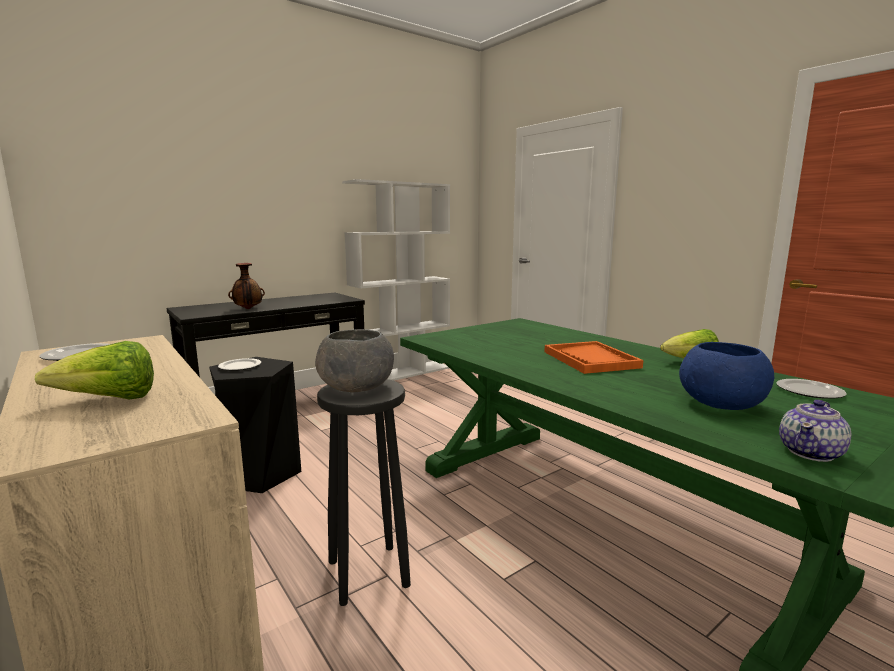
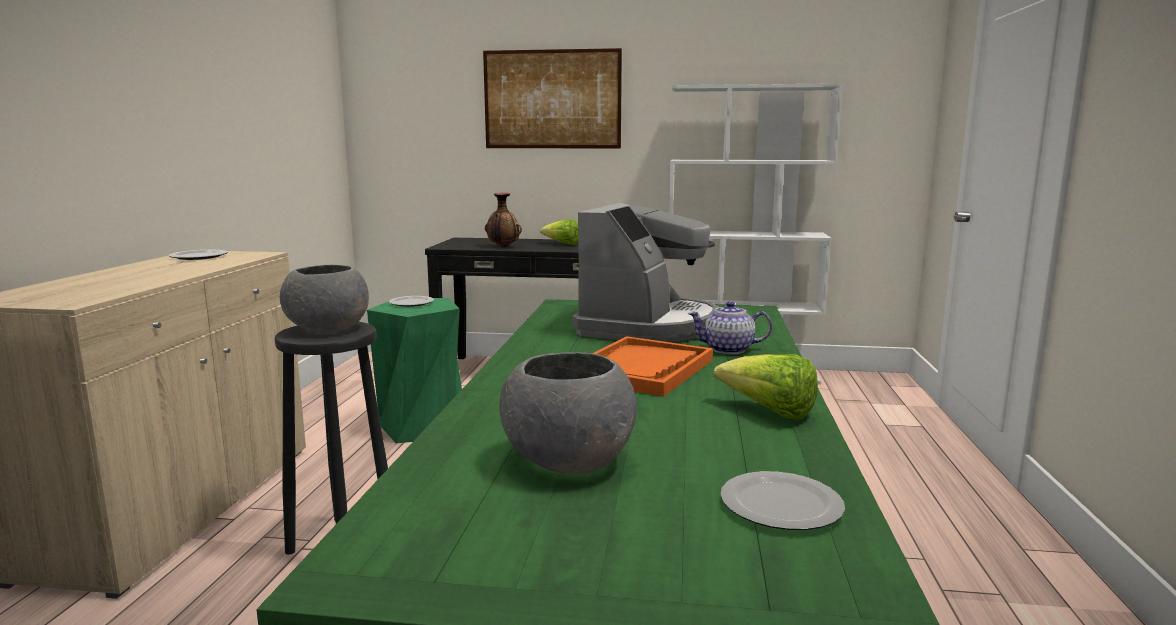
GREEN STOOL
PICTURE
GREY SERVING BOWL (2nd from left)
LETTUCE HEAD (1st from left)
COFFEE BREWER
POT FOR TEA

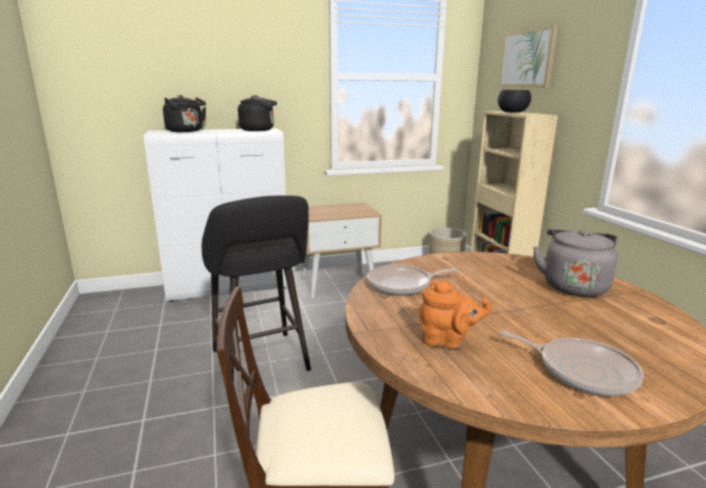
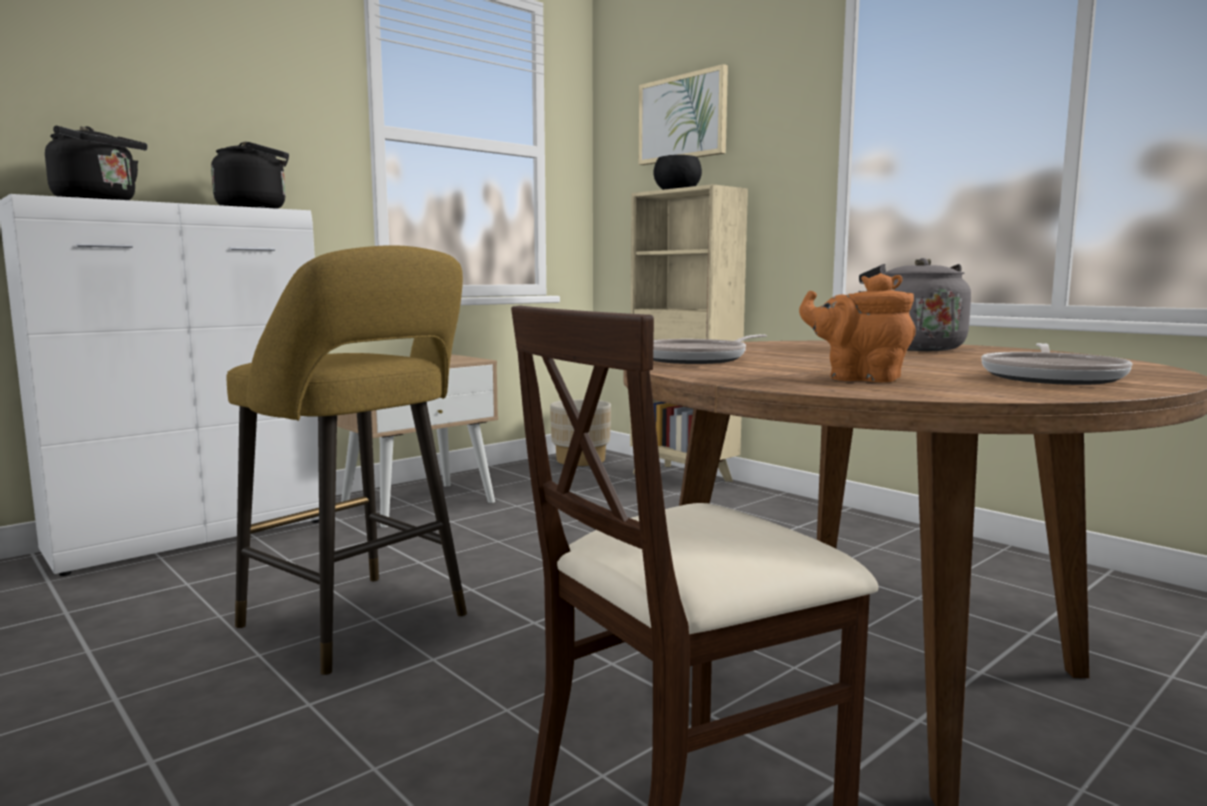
YELLOWISH STOOL
ORANGE POT FOR TEA
FRYING PAN (2nd from left)

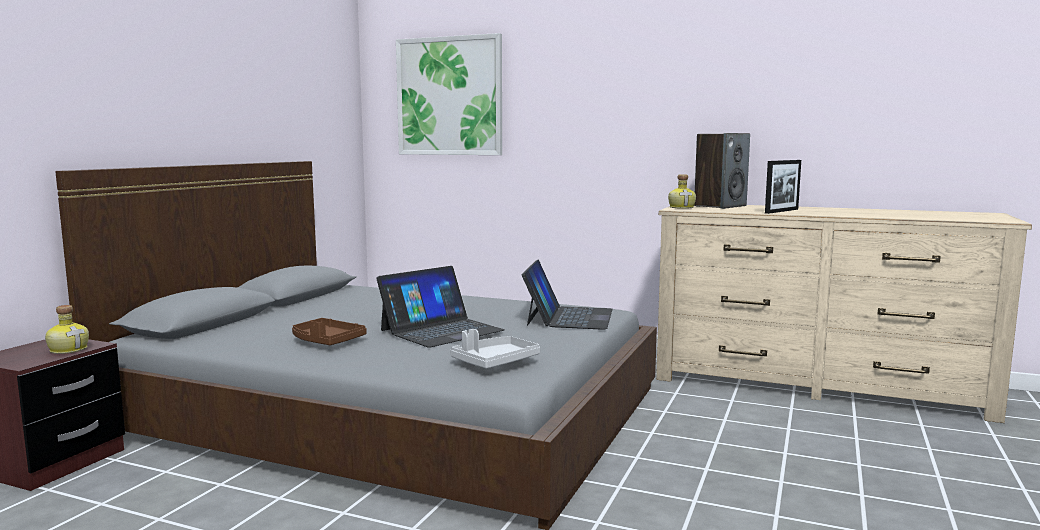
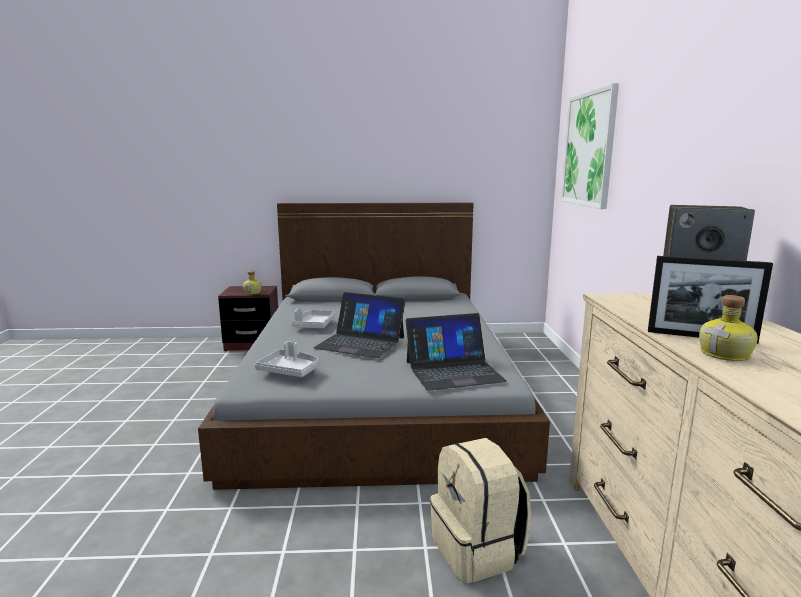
GREY TRAY (2nd from left)
SAND-COLOURED KNAPSACK
DRINK BOTTLE (2nd from left)

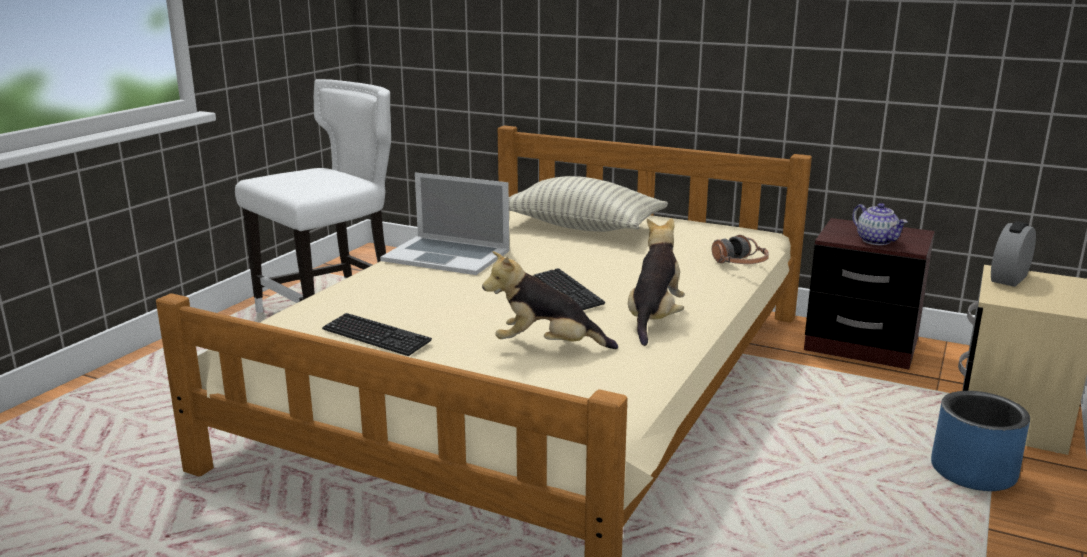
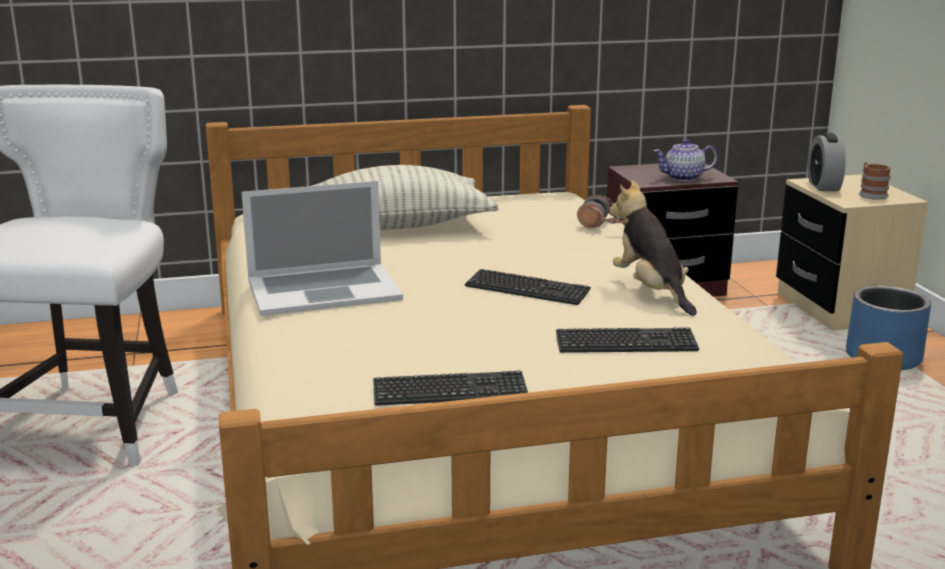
COMPUTER KEYBOARD (3rd from left)
POT FOR TEA
MUG

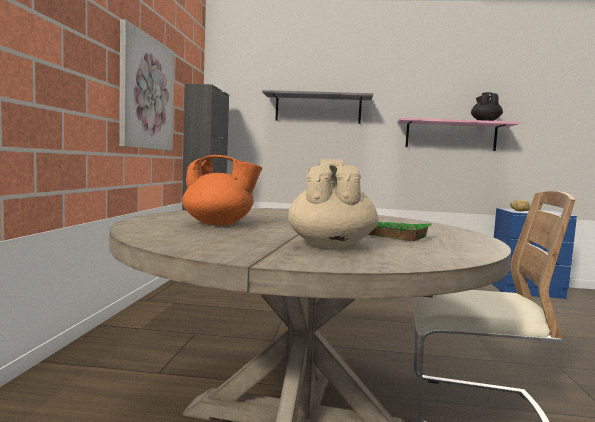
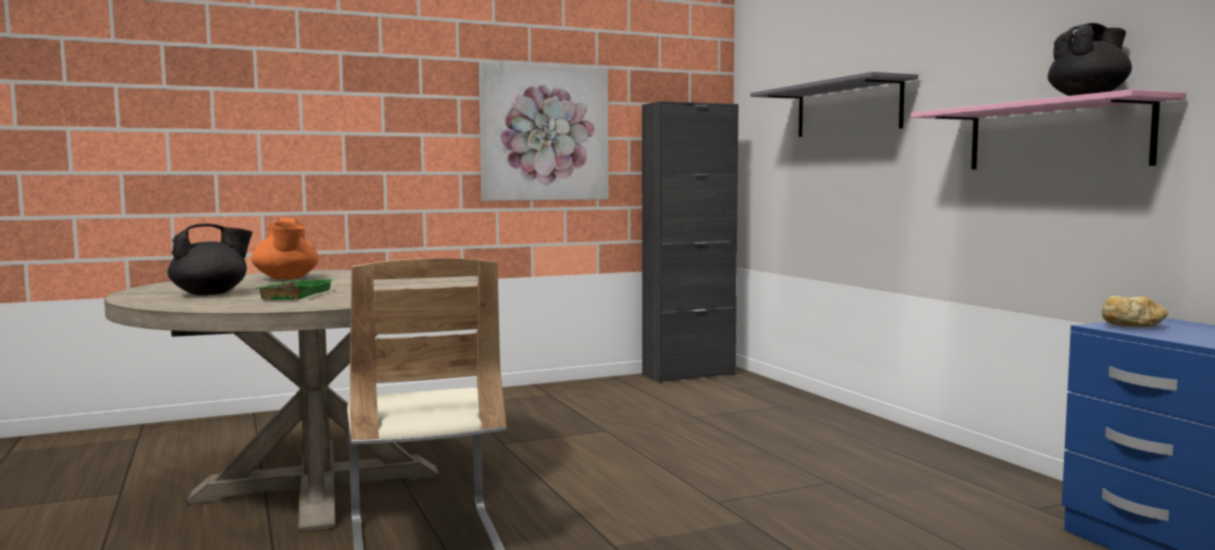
BLACKISH POT FOR TEA (1st from left)

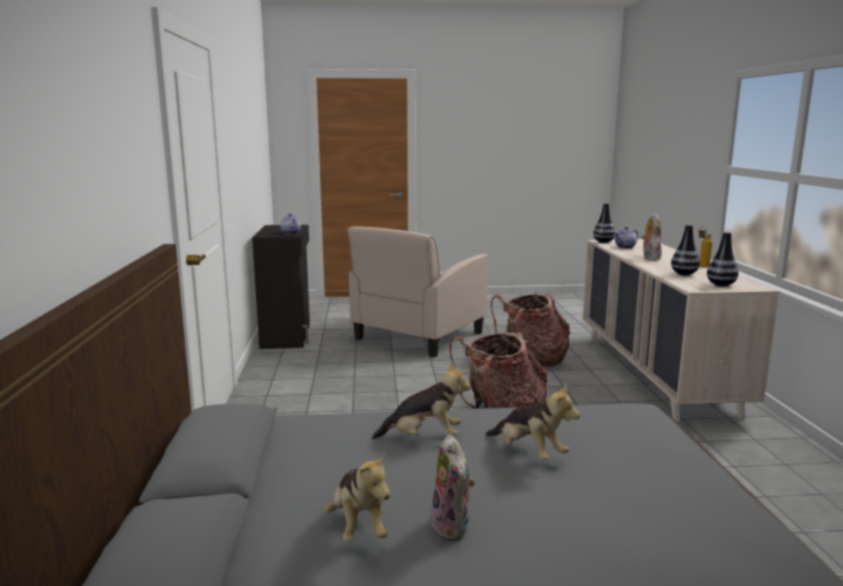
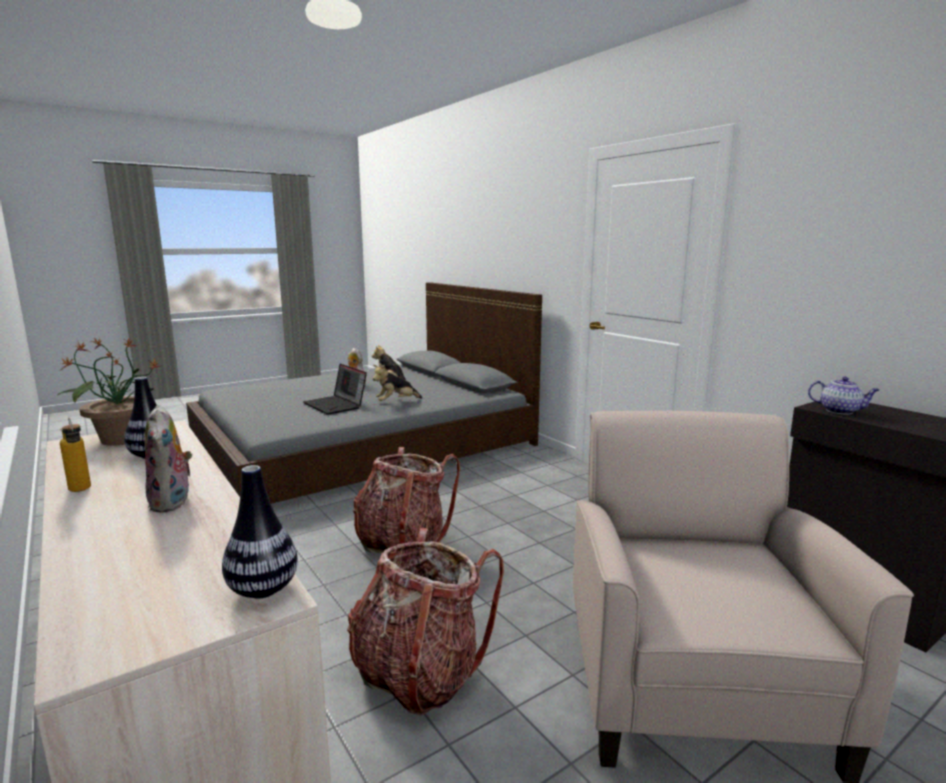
POTTED PLANT
PORTABLE COMPUTER
POT FOR TEA (2nd from left in the first image)

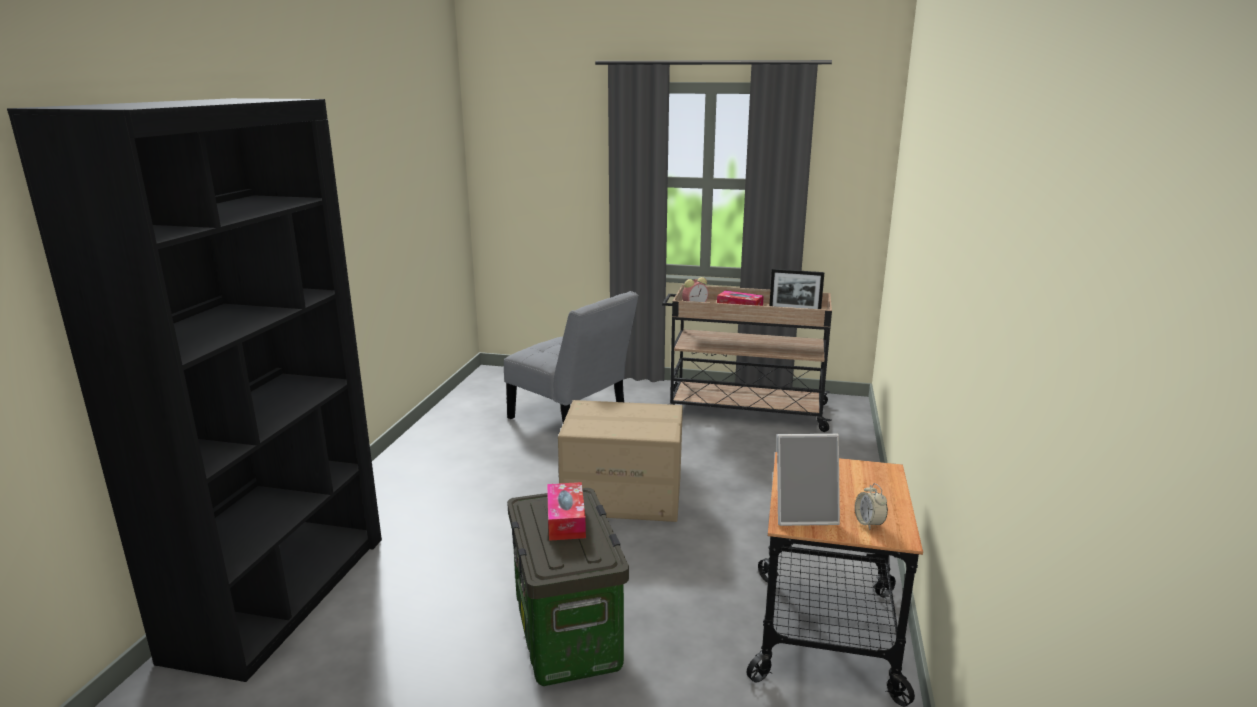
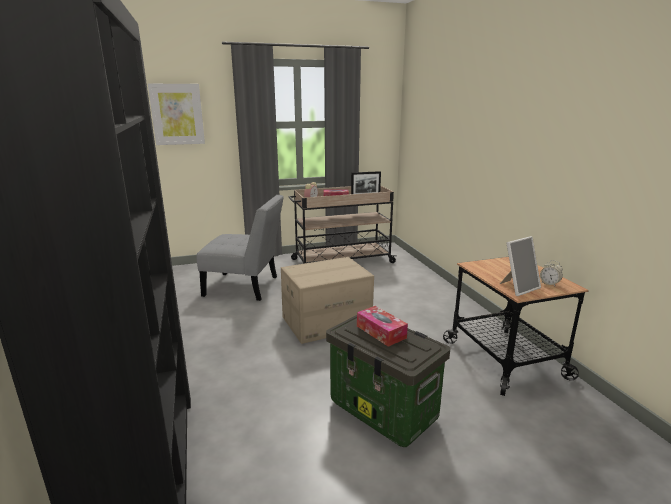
PICTURE

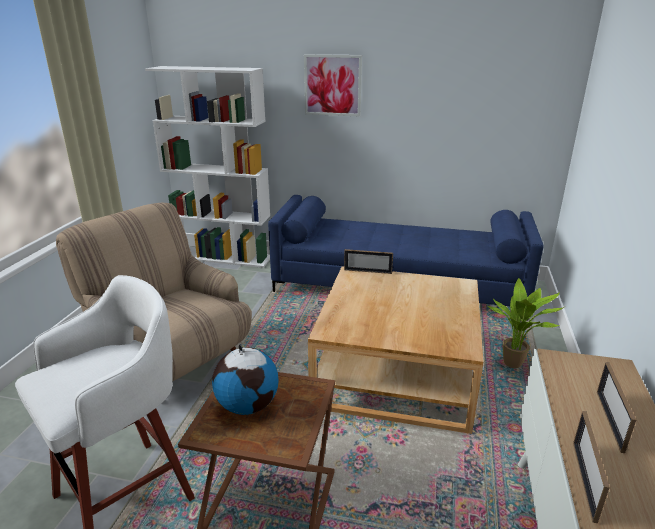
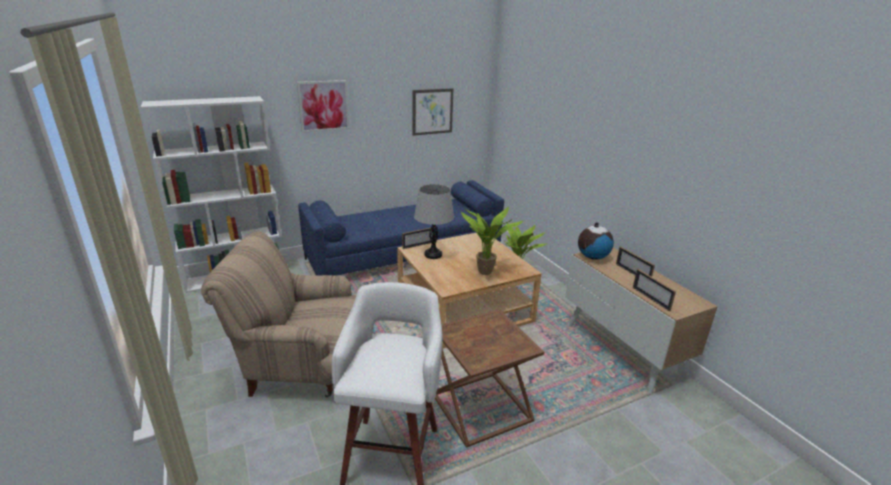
PICTURE (2nd from left)
GREY TABLETOP LAMP
POTTED PLANT (1st from left)
GLOBE

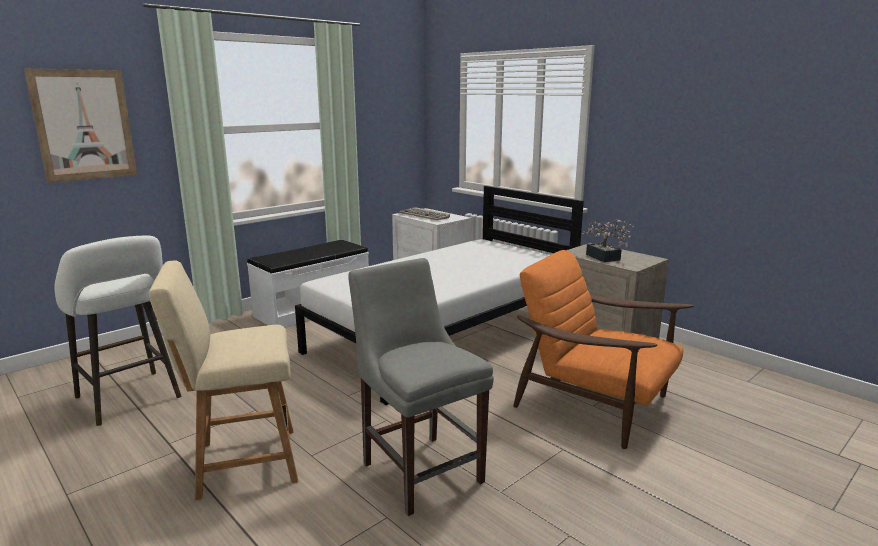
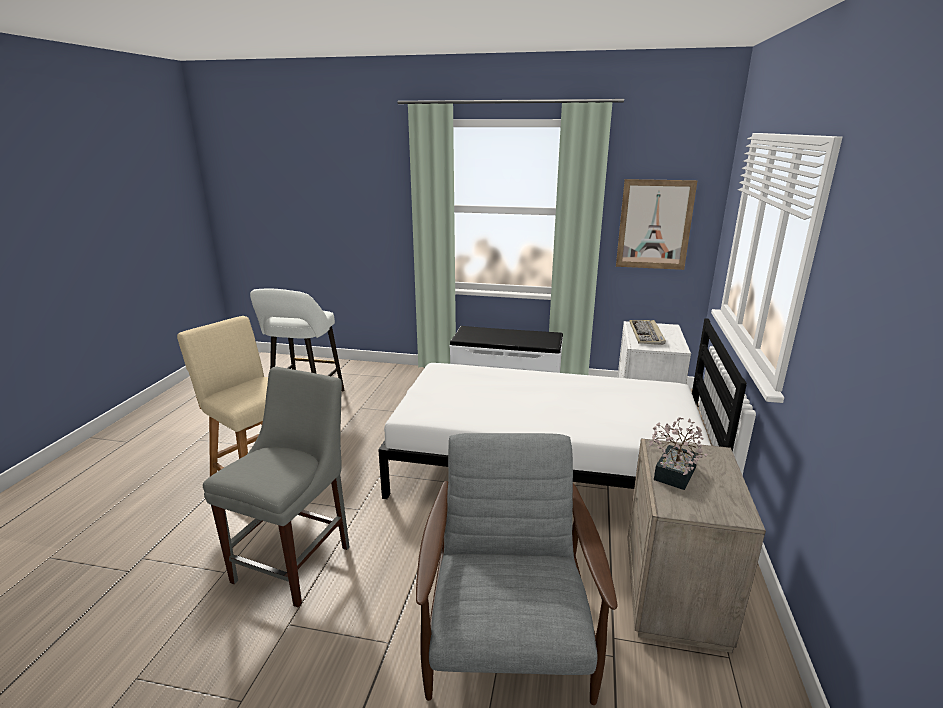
GREY LOUNGE CHAIR
PICTURE

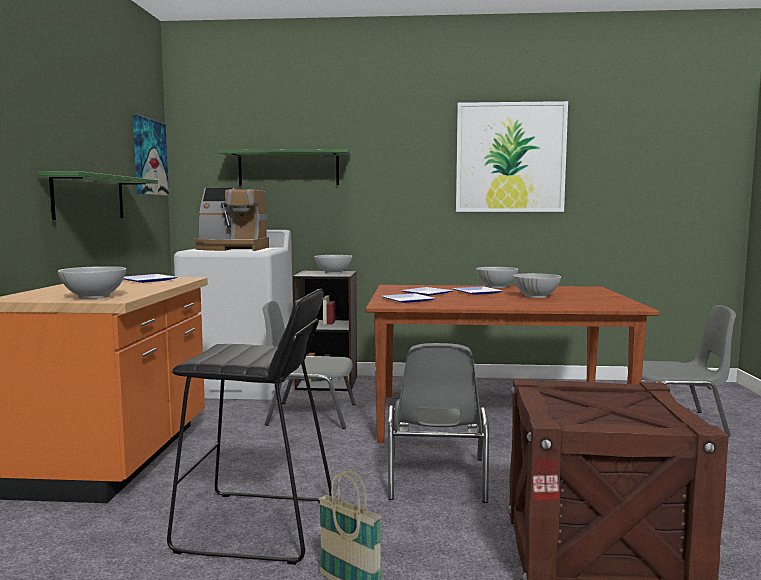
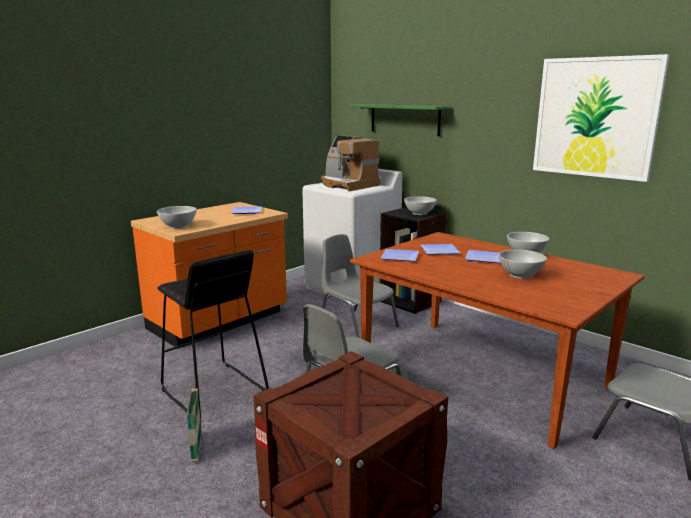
GREEN SHELF (1st from left in the first image)
PICTURE (1st from left in the first image)

